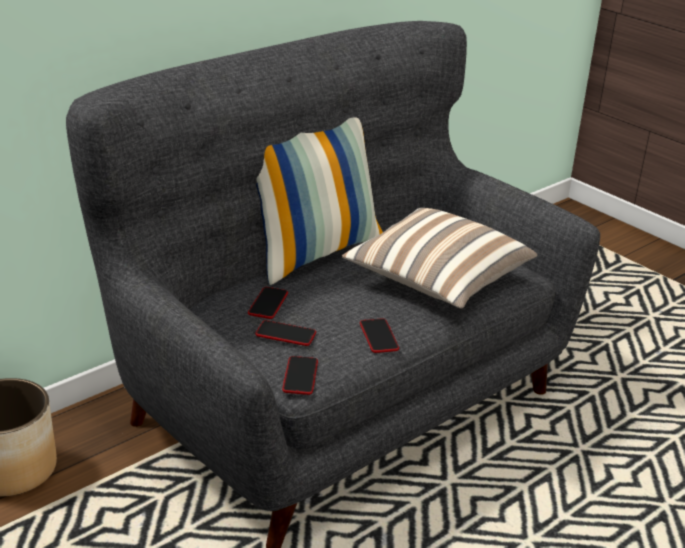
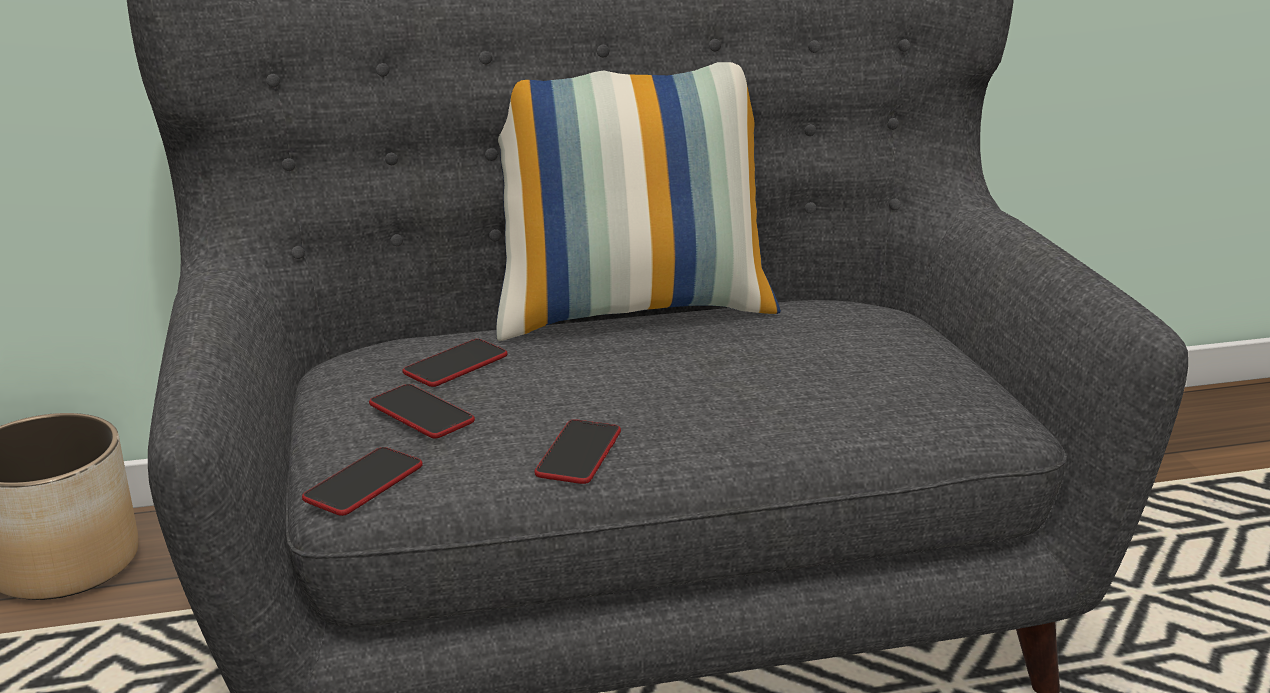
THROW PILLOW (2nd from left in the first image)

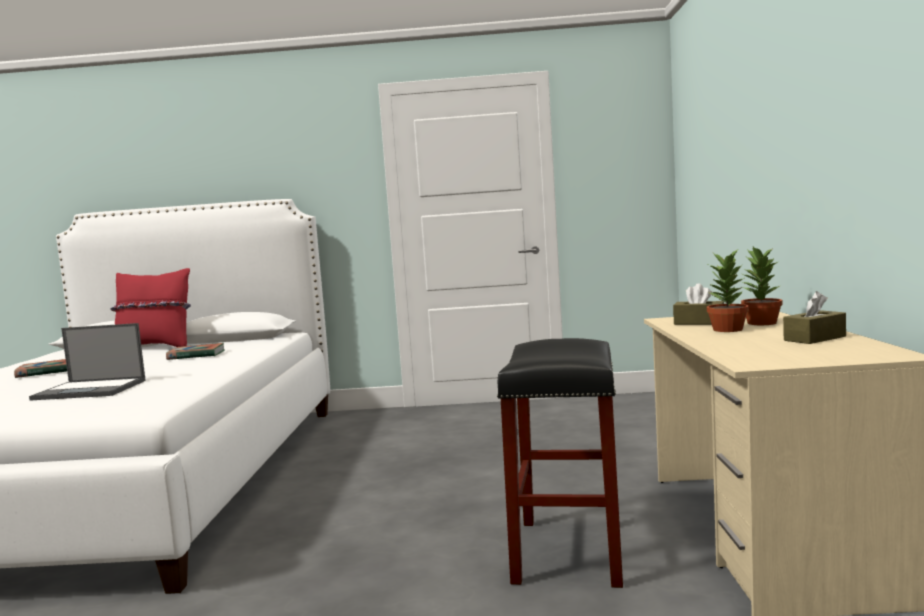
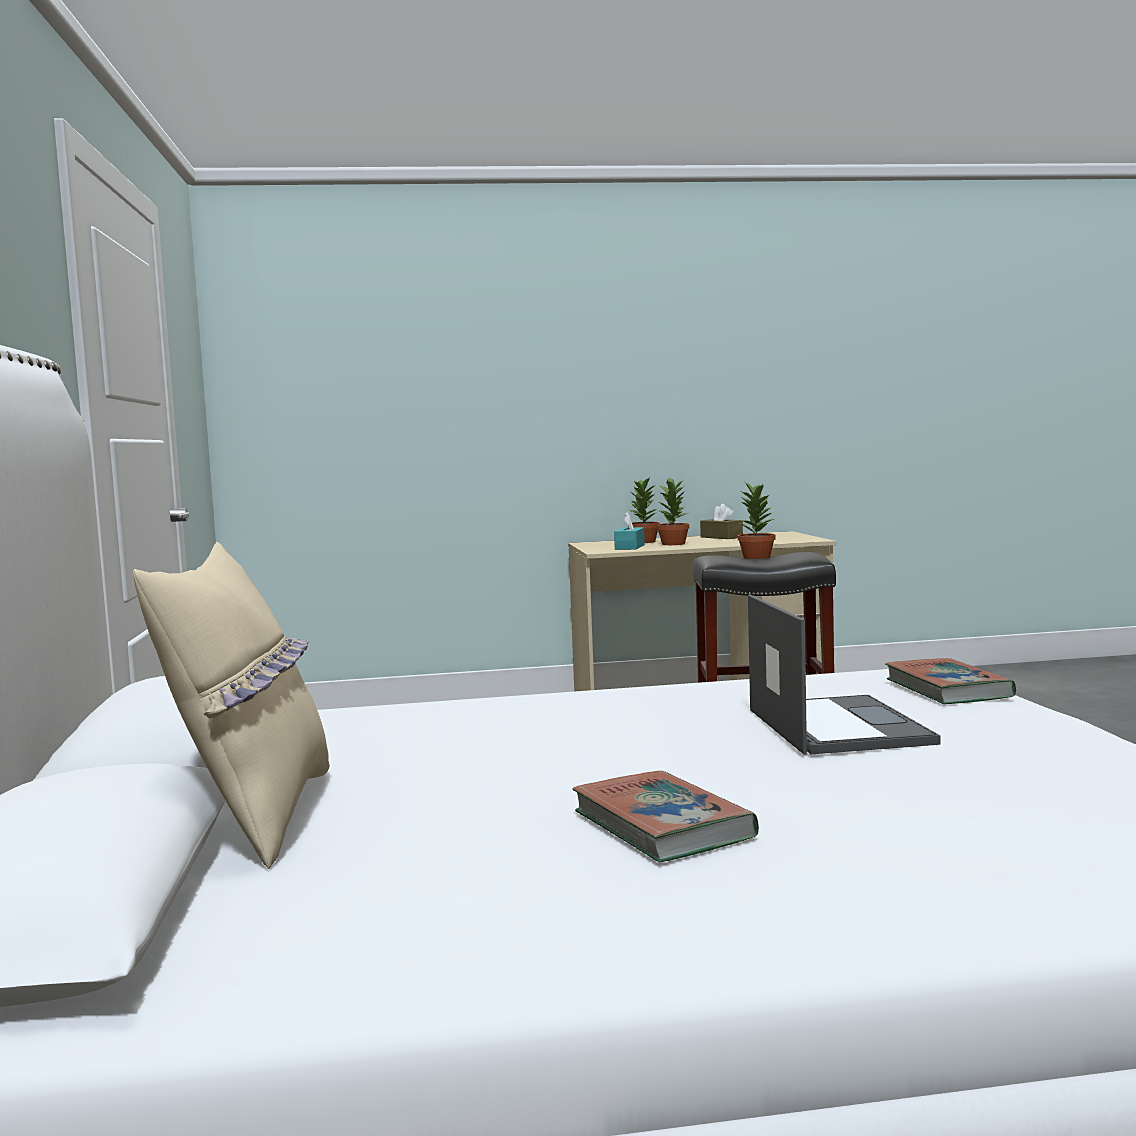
SAND-COLOURED THROW PILLOW
TURQUOISE-COLOURED TISSUE HOLDER
POTTED PLANT (3rd from left)
VOLUME (2nd from left)

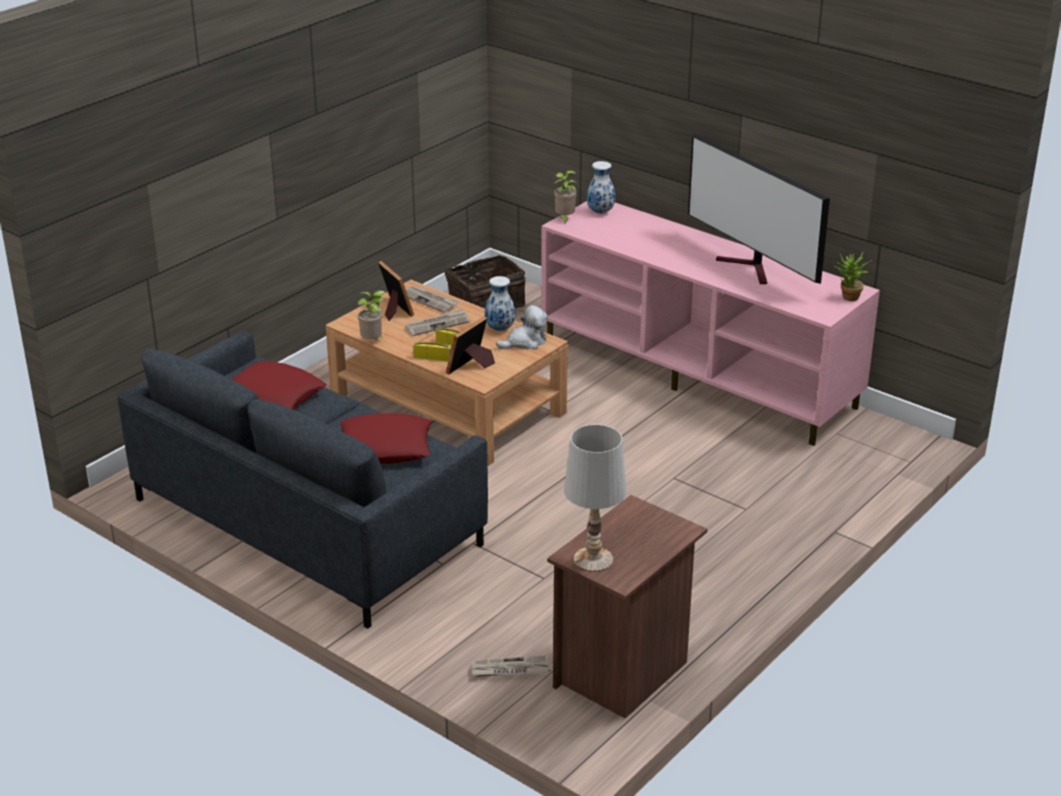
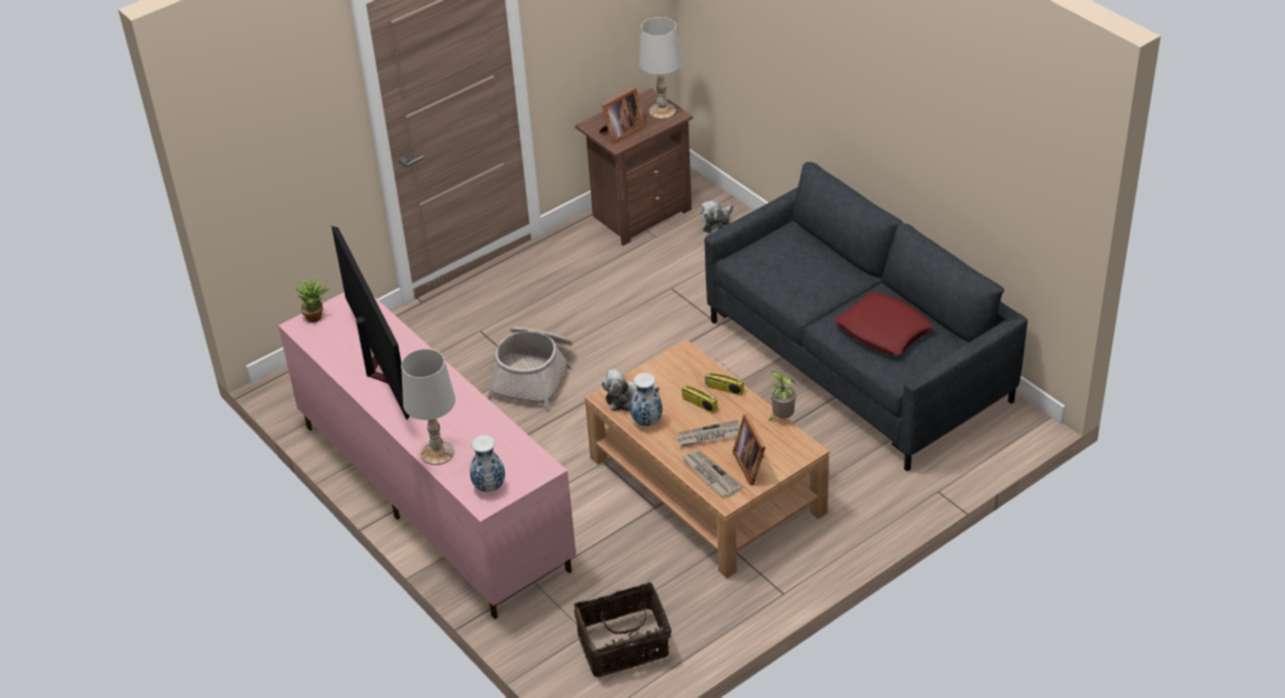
WHITISH TABLETOP LAMP (1st from left)
BASKET (1st from left)
PICTURE FRAME (1st from left)
SOFT TOY (2nd from left)
RED-COLOURED THROW PILLOW (2nd from left in the first image)
POTTED PLANT (2nd from left in the first image)

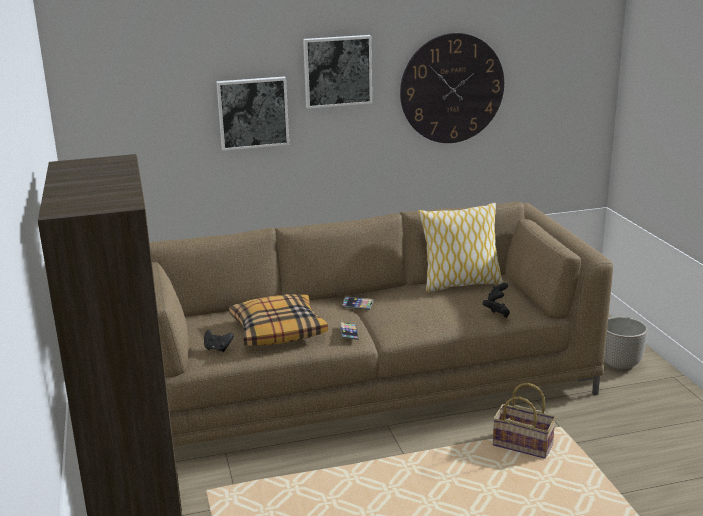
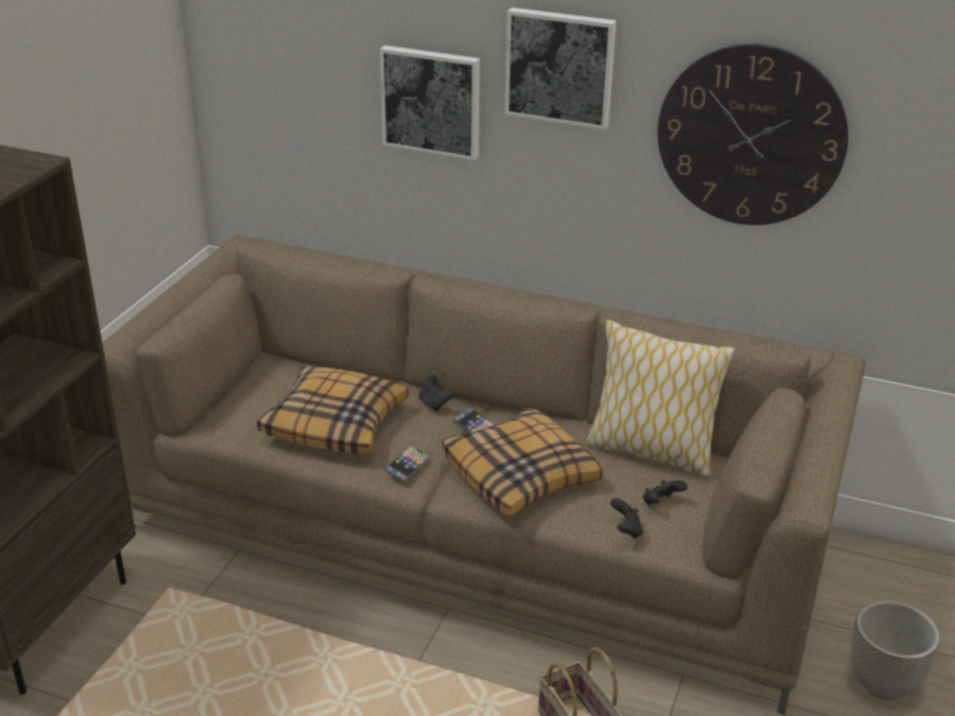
BLACKISH GAME CONTROLLER (1st from left)
THROW PILLOW (2nd from left)

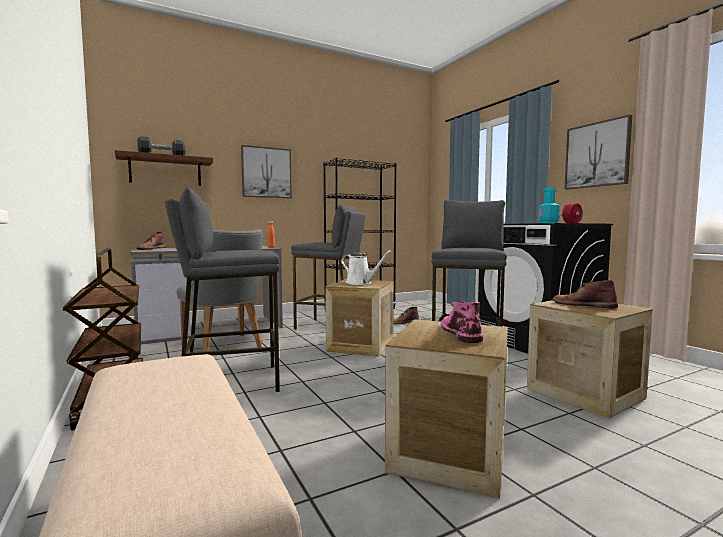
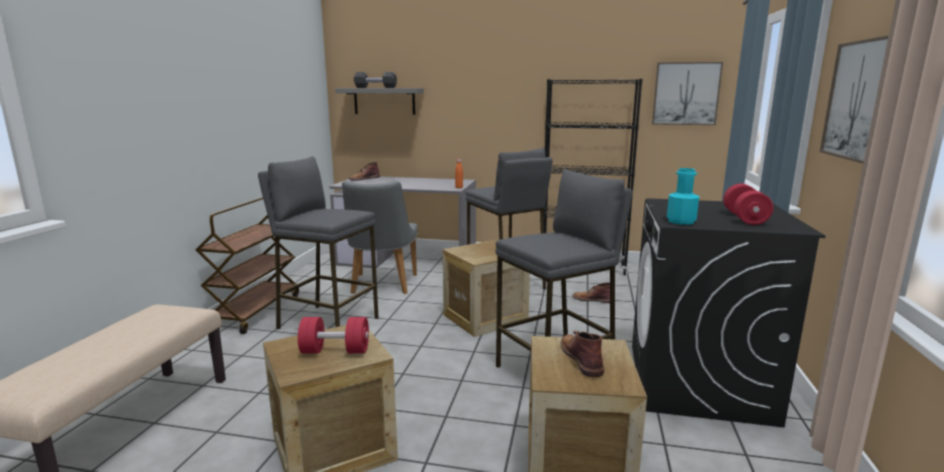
RED-COLOURED HAND WEIGHT (1st from left)
GREY SHELF
PICTURE (1st from left)
WHITISH SPRINKLING CAN

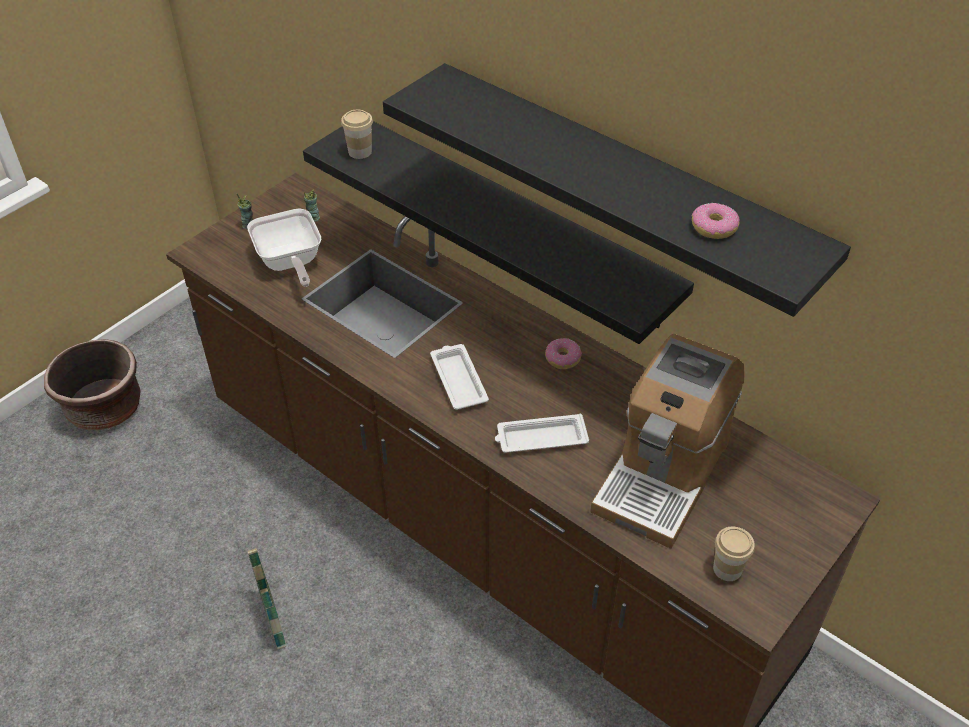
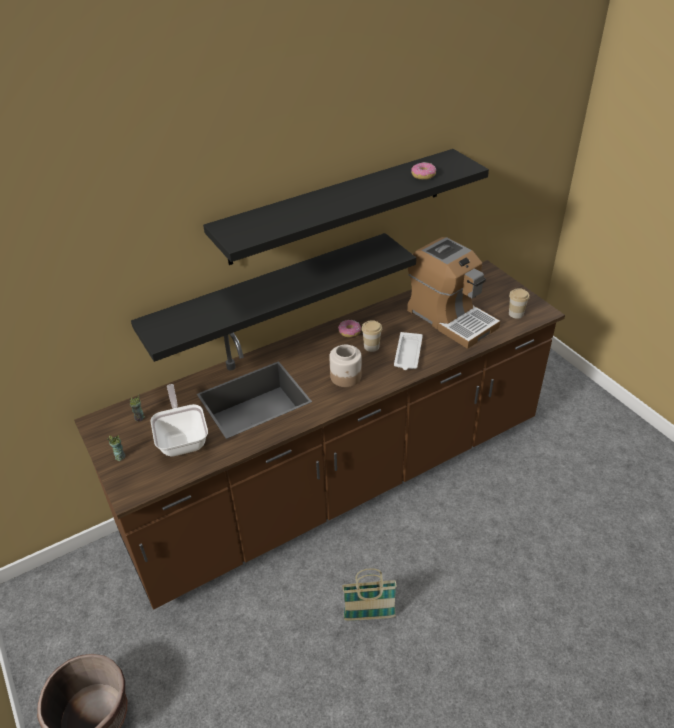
FRYING PAN
JAR
DRINKING CUP (3rd from left)

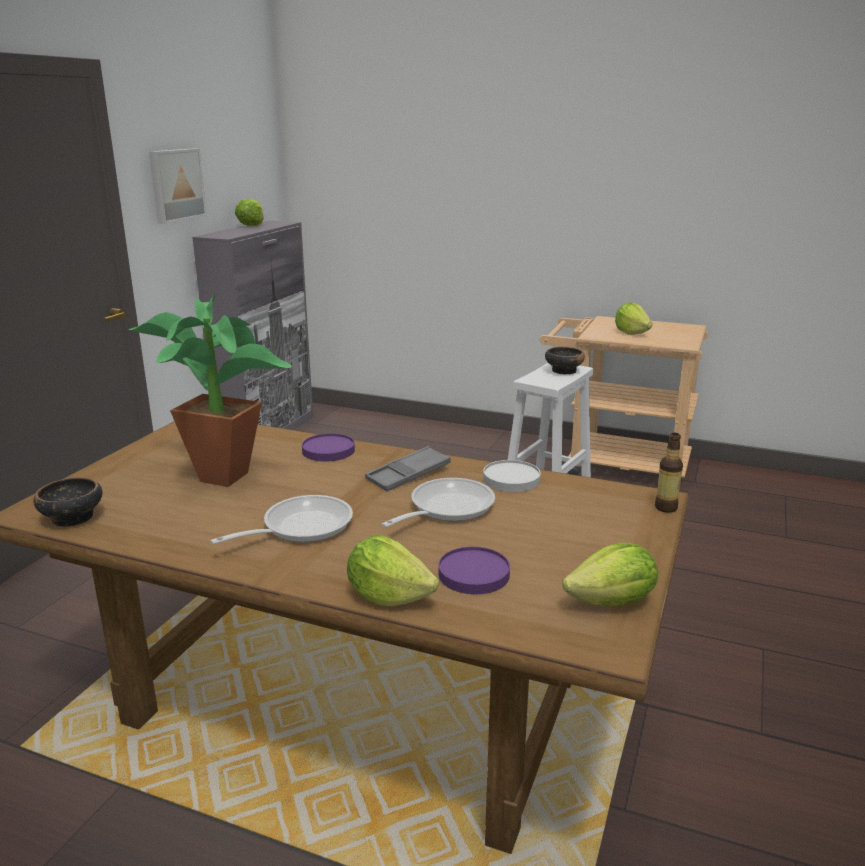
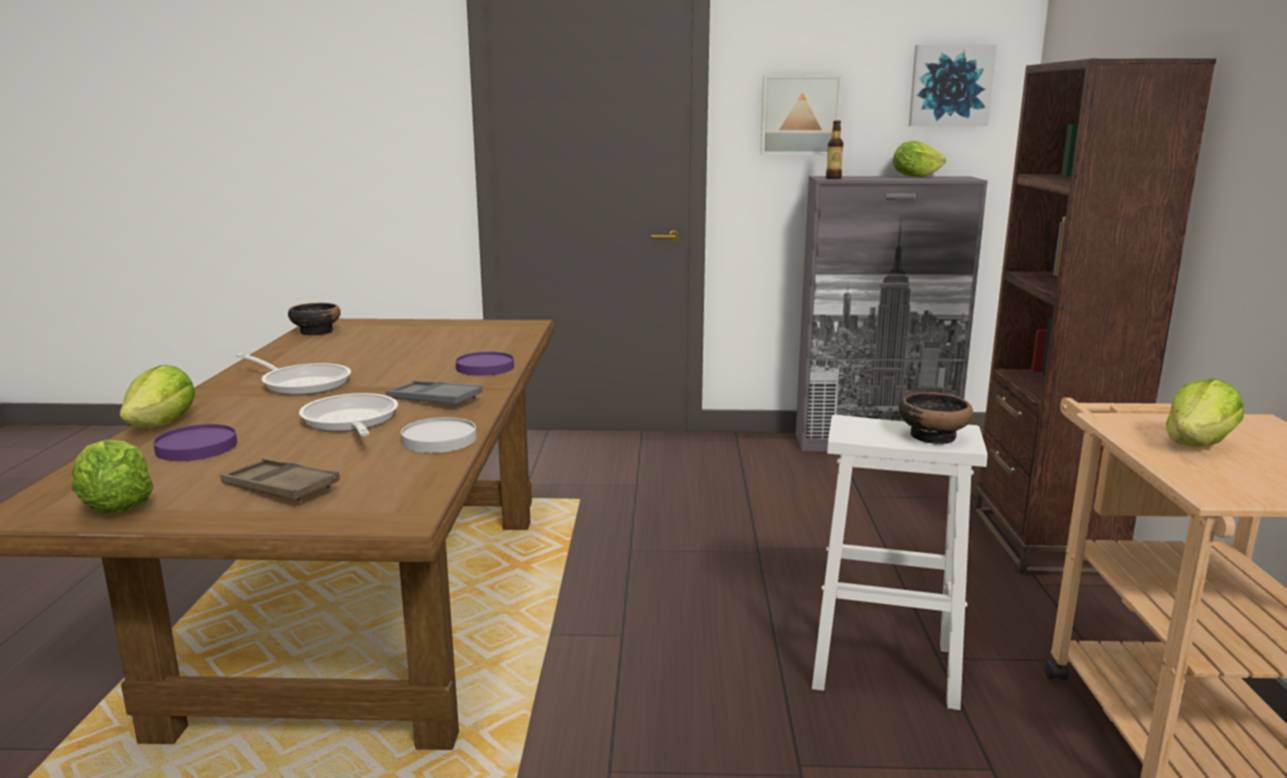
BROWNISH TRAY
FRYING PAN (2nd from left)
DRINK BOTTLE
PICTURE (2nd from left)
BROWNISH BOOKSHELF
POTTED PLANT

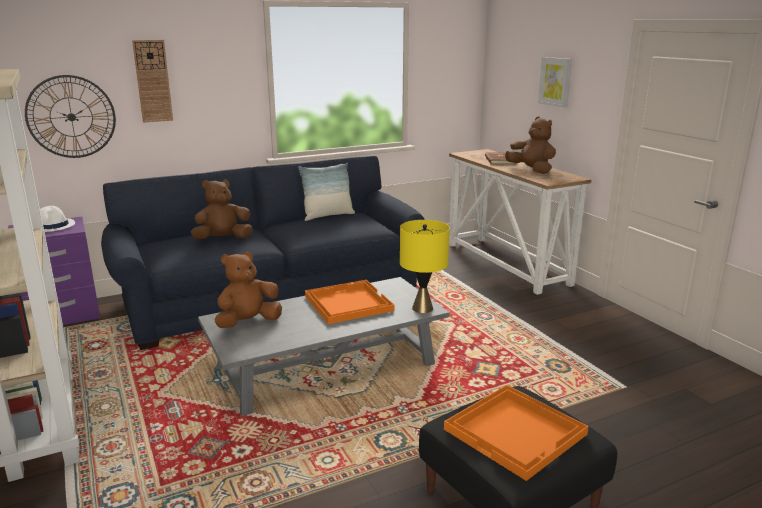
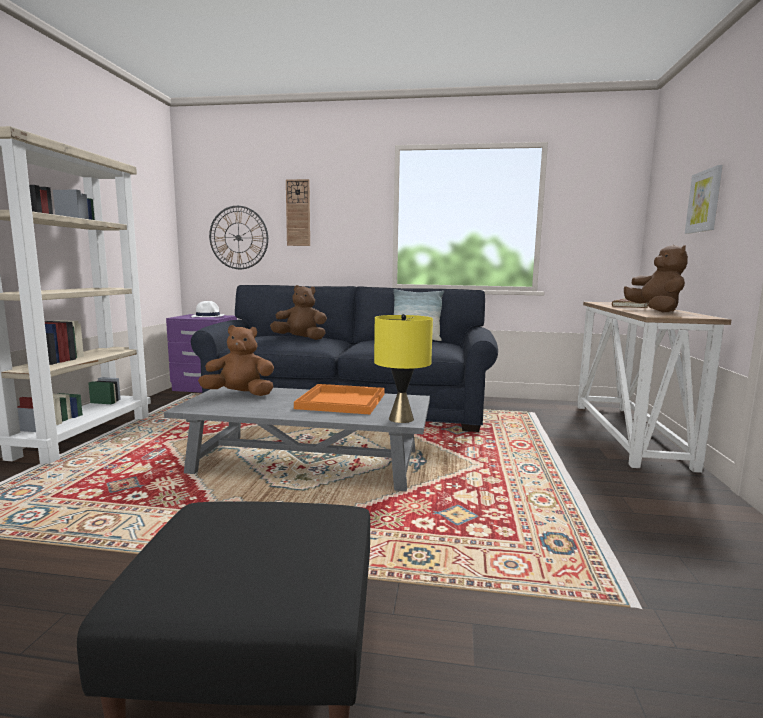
ORANGE TRAY (2nd from left in the first image)

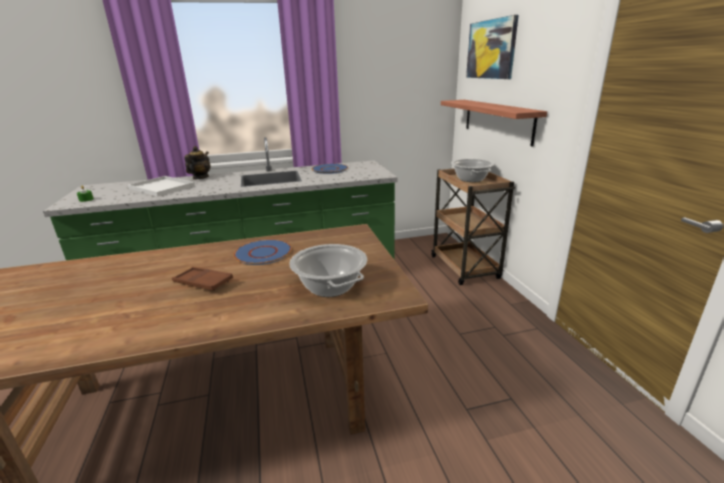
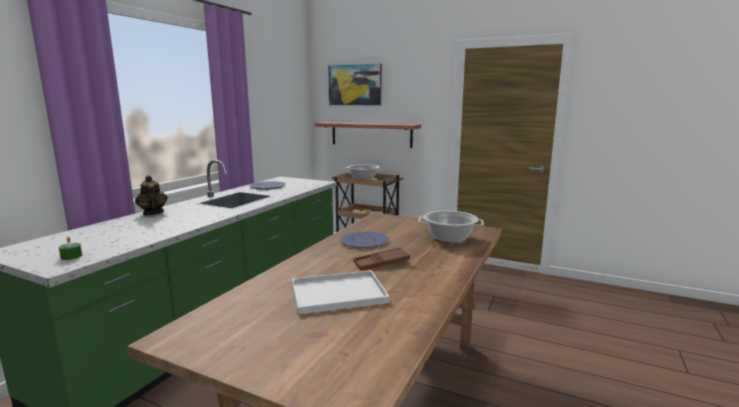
WHITISH TRAY

